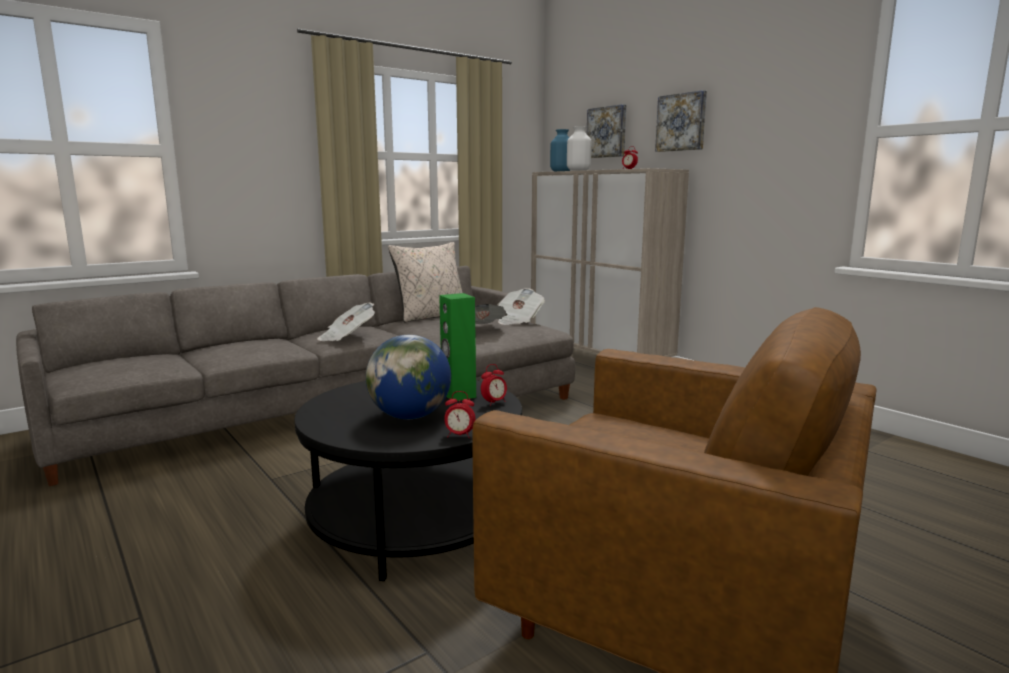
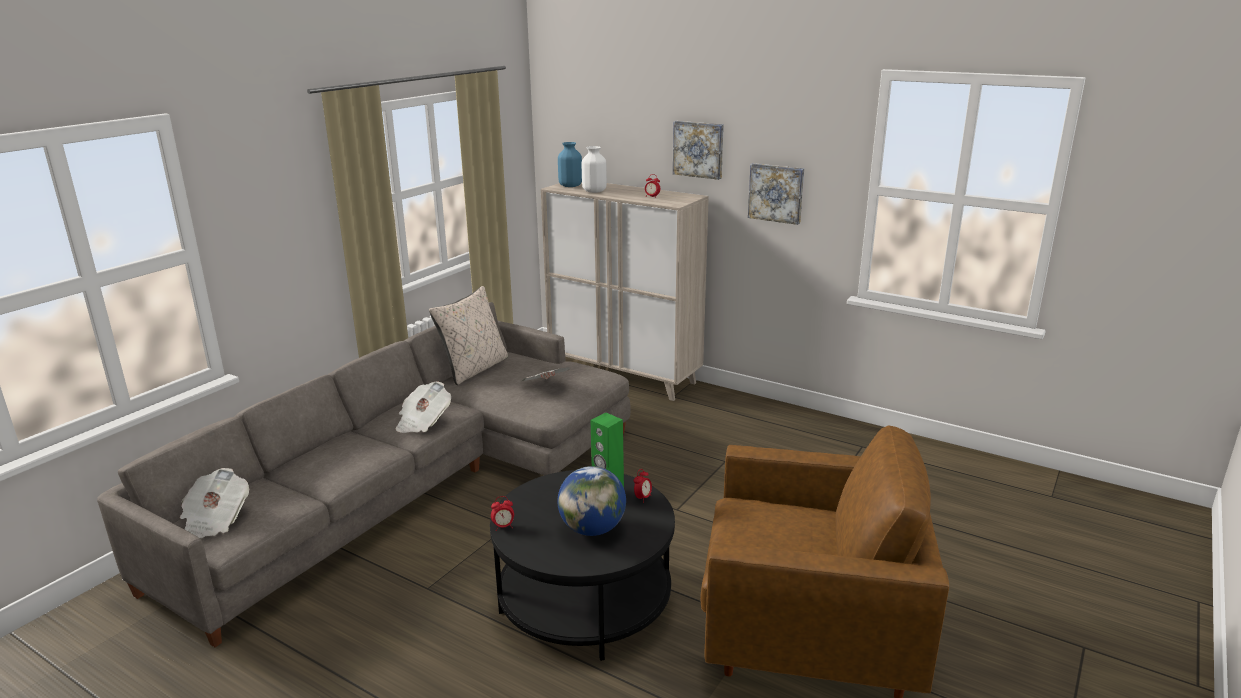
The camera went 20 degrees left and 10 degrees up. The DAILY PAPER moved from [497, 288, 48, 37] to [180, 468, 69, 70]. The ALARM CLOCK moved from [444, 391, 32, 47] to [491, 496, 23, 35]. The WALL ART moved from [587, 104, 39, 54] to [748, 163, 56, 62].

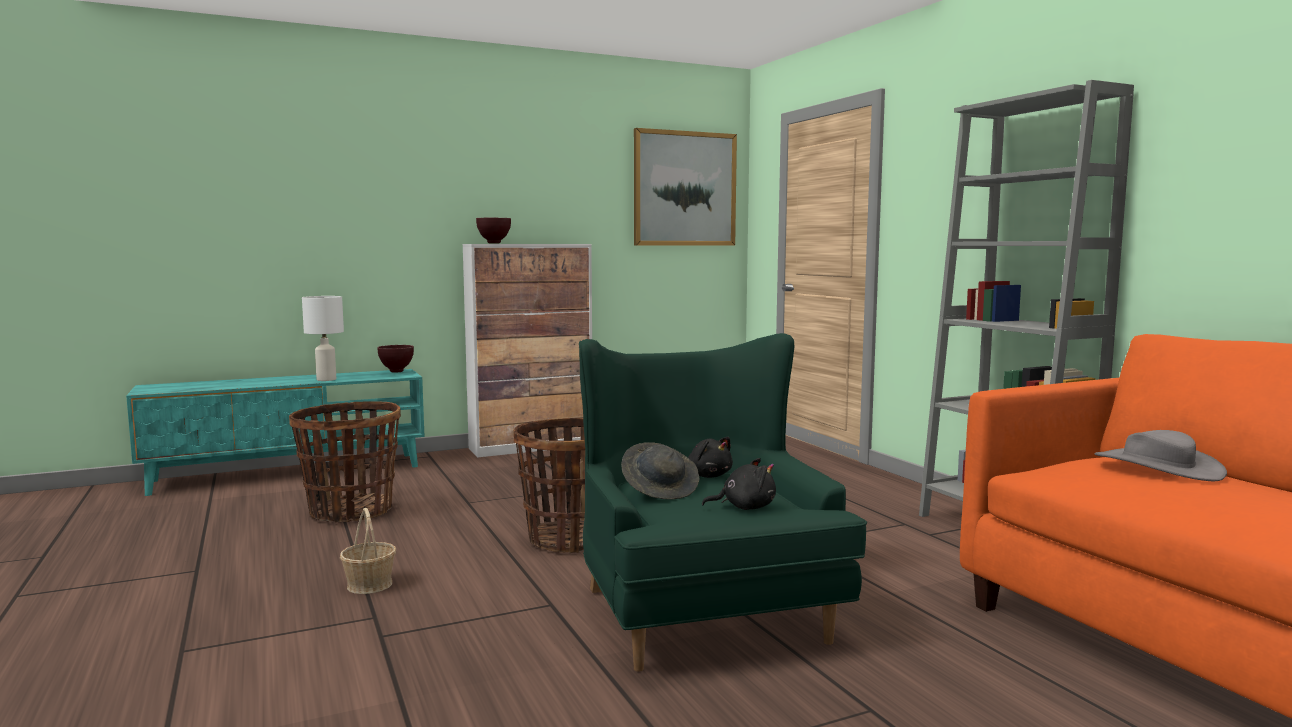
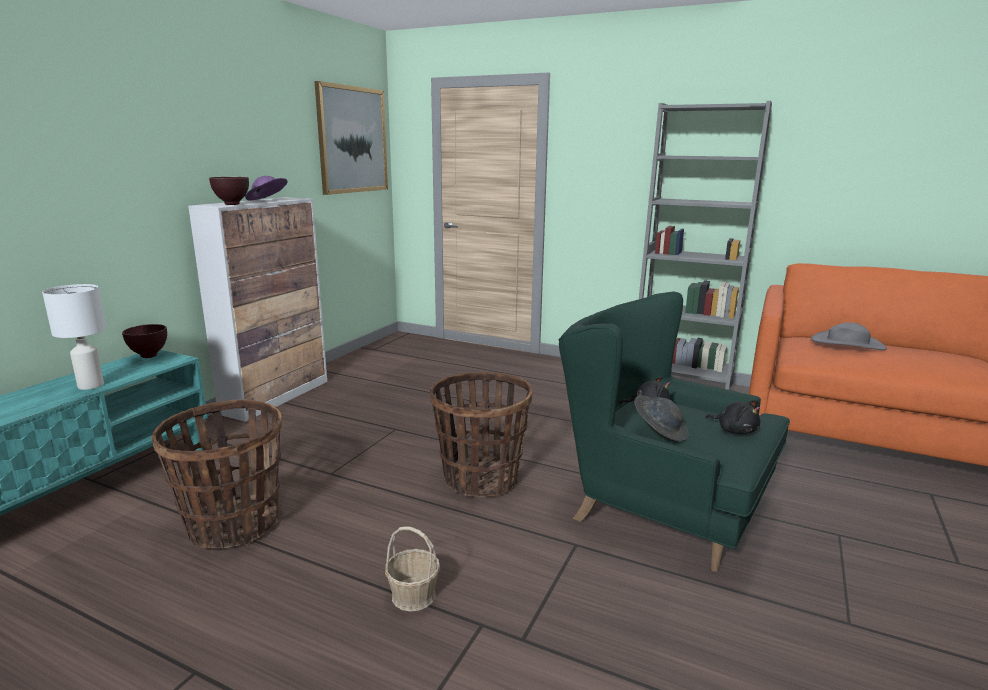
The camera went 40 degrees left and 10 degrees up. The PURPLISH HAT at [245, 176, 43, 25] appeared. The BLACKISH SOFT TOY at [702, 458, 74, 52] turned 90 degrees clockwise.

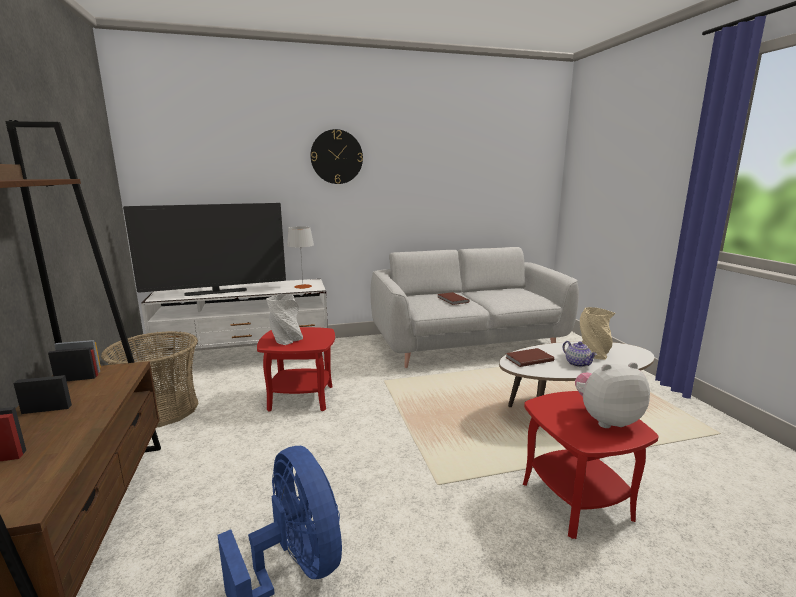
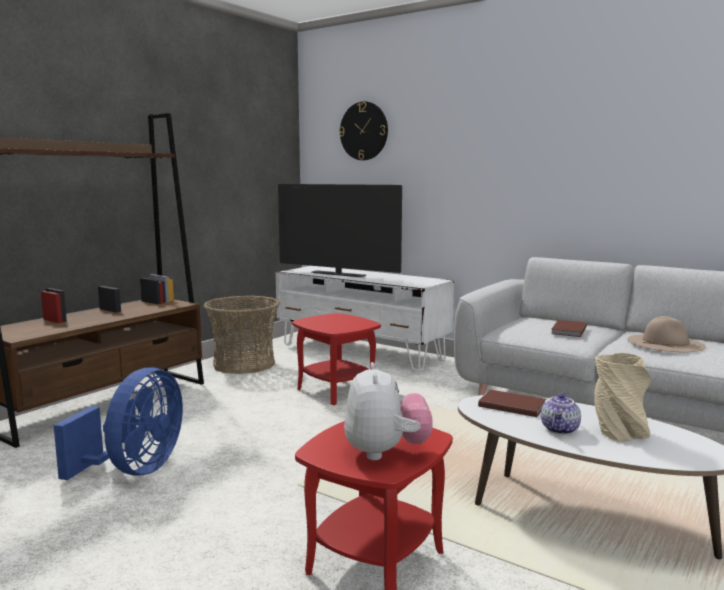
The camera went 50 degrees right and 5 degrees down. The WALL CLOCK moved from [310, 129, 53, 55] to [339, 101, 49, 59]. The SOFT TOY at [575, 362, 75, 66] turned 45 degrees clockwise. The BEIGE-COLOURED HAT at [627, 316, 79, 36] appeared. The GRAY VASE at [266, 294, 37, 51] disappeared. The GRAY TABLE LAMP at [287, 226, 27, 63] disappeared.

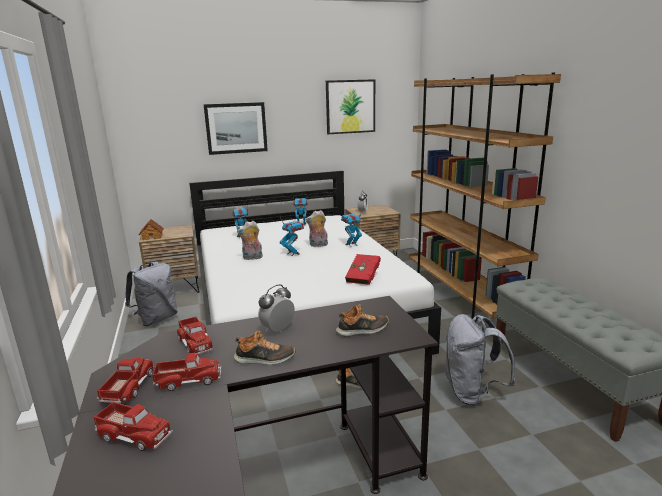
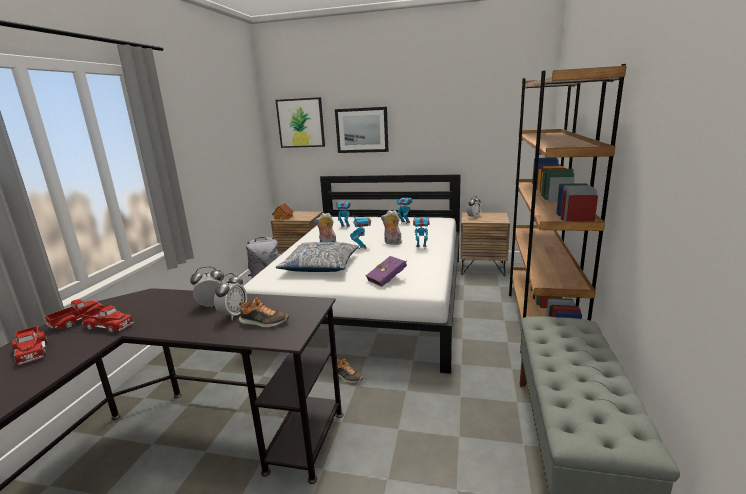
The camera went 30 degrees right and 0 degrees up. The ALARM CLOCK at [214, 273, 33, 47] appeared. The WALL ART moved from [326, 79, 49, 55] to [275, 97, 50, 51]. The PILLOW at [276, 242, 83, 30] appeared. The RED-COLOURED BOUND BOOK at [345, 254, 36, 31] became the PURPLISH BOUND BOOK at [366, 256, 41, 31]. The TOY TRUCK at [177, 317, 36, 37] disappeared. The LOW SHOE at [234, 331, 62, 34] disappeared. The GRAY RUCKSACK at [444, 314, 71, 92] disappeared.

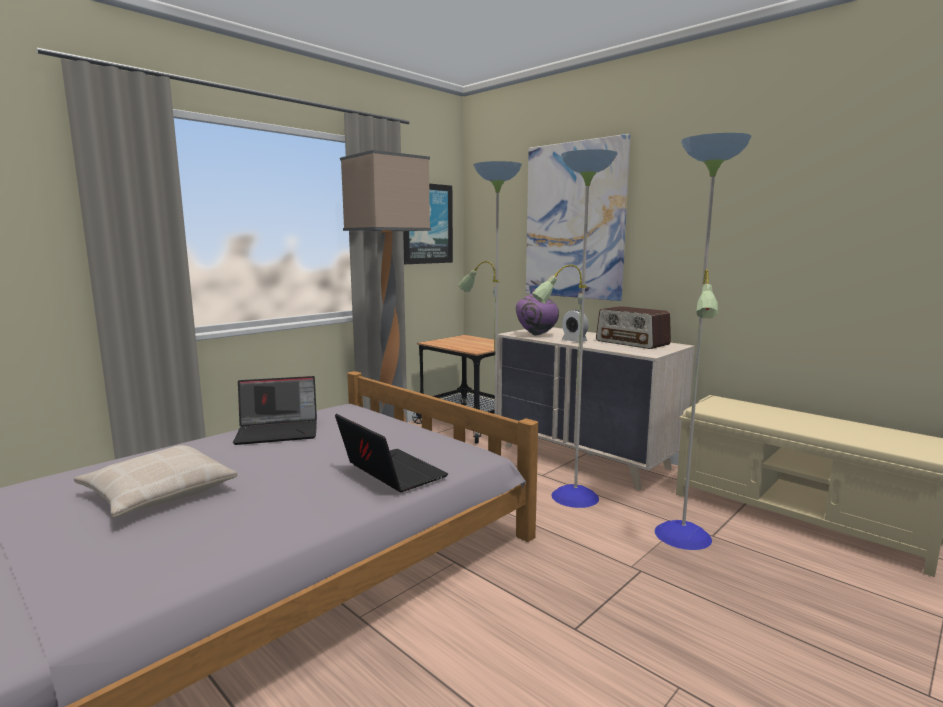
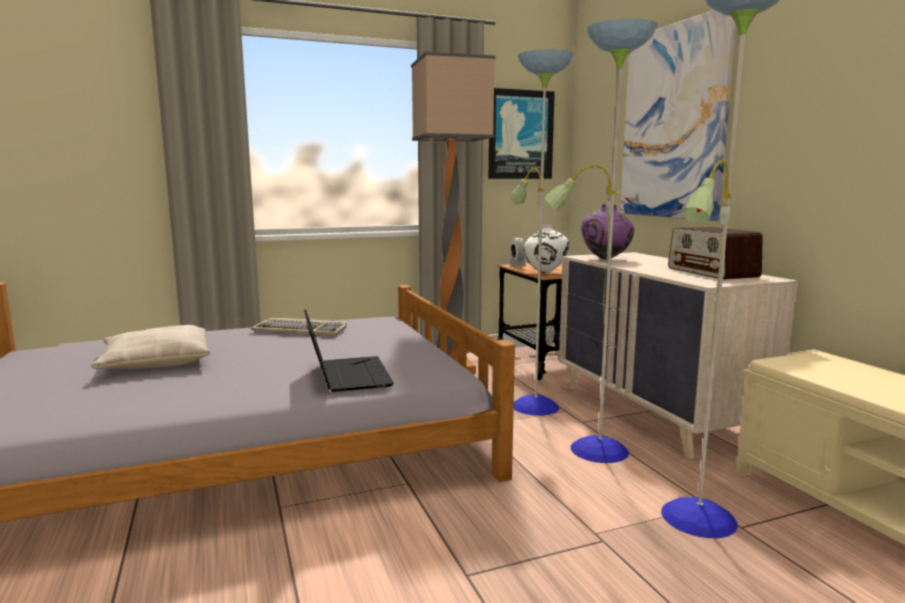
The camera went 25 degrees right and 0 degrees up. The PORTABLE COMPUTER at [233, 376, 84, 69] was replaced by the KEYBOARD at [251, 318, 96, 17]. The ALARM CLOCK moved from [562, 310, 26, 32] to [508, 238, 18, 29]. The WHITISH VASE at [524, 225, 45, 48] appeared.

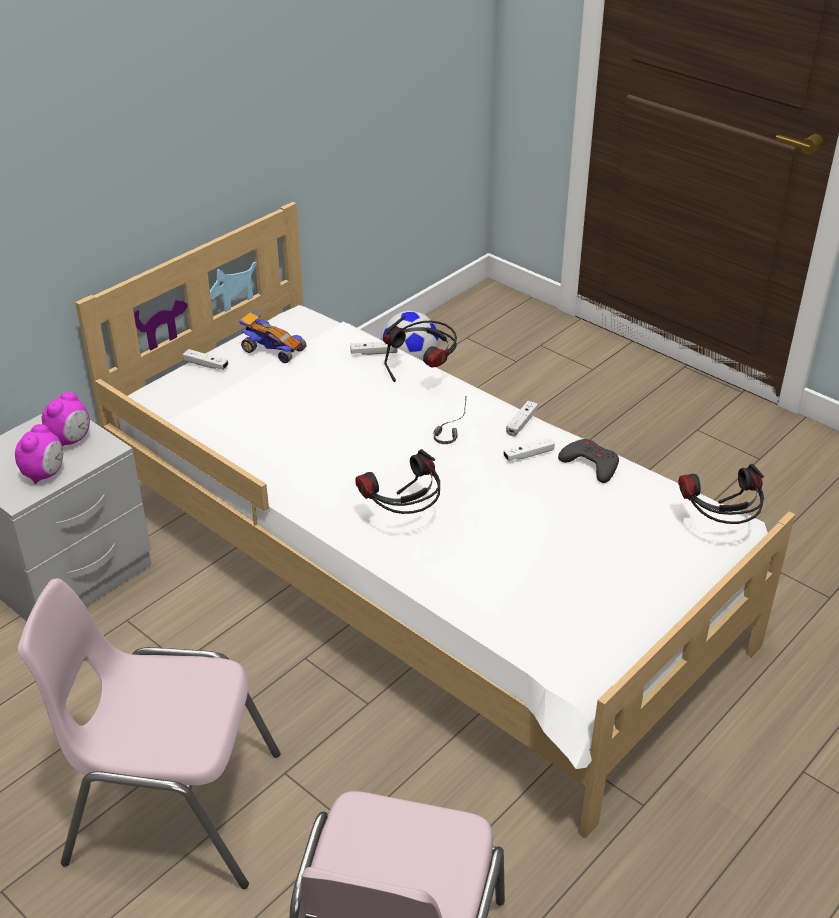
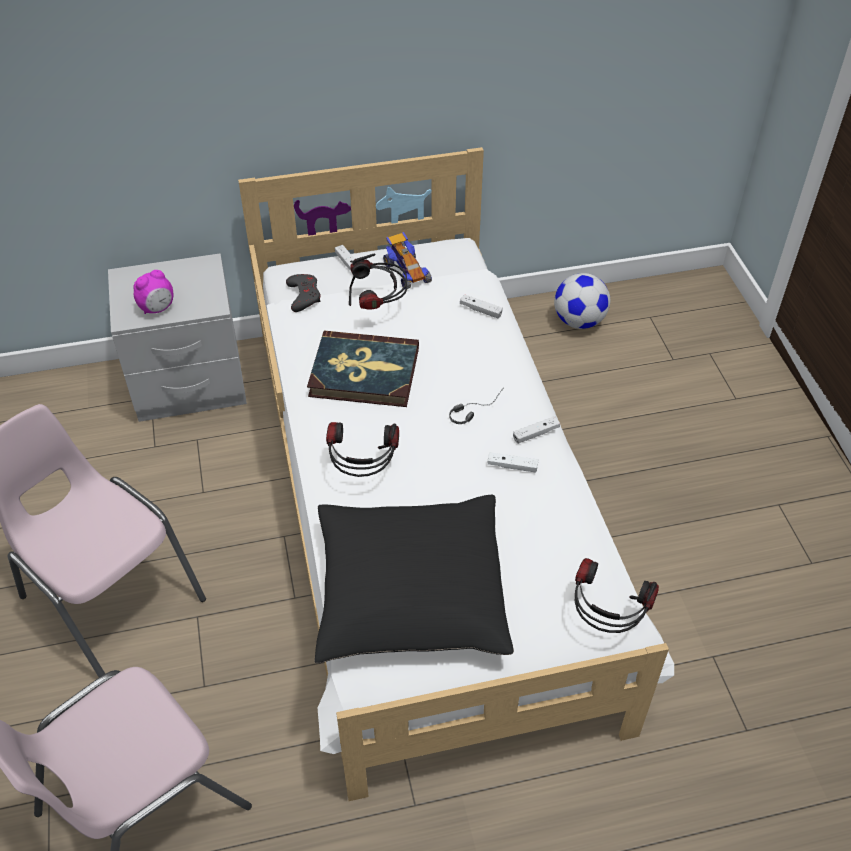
The camera went 35 degrees right and 10 degrees up. The GRAY GAME CONTROLLER moved from [558, 439, 61, 44] to [286, 274, 34, 38]. The BOUND BOOK at [307, 331, 112, 76] appeared. The BLACKISH PILLOW at [314, 495, 200, 168] appeared. The PAIR OF HEADPHONES moved from [384, 316, 73, 66] to [349, 254, 58, 56]. The ALARM CLOCK at [42, 392, 48, 54] disappeared.

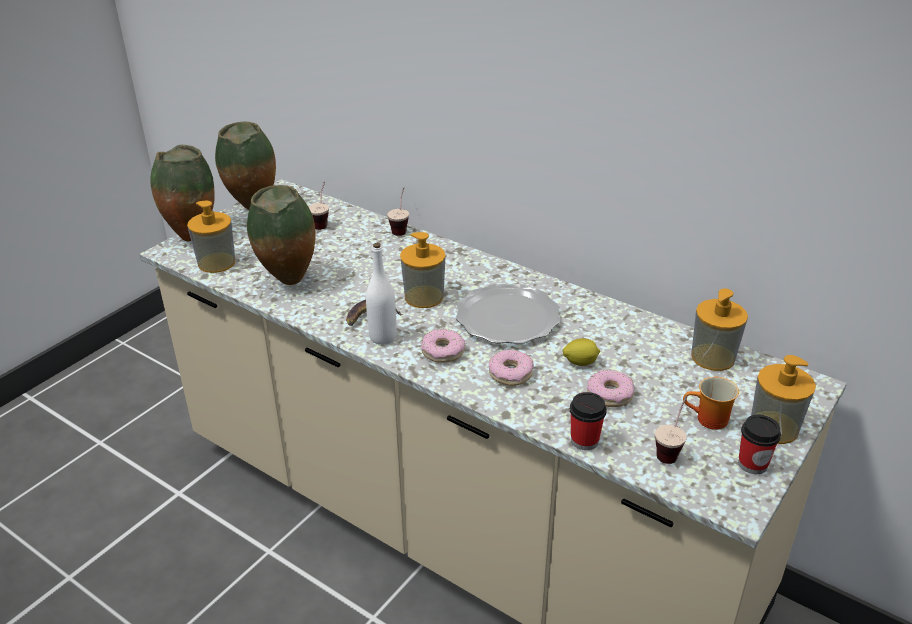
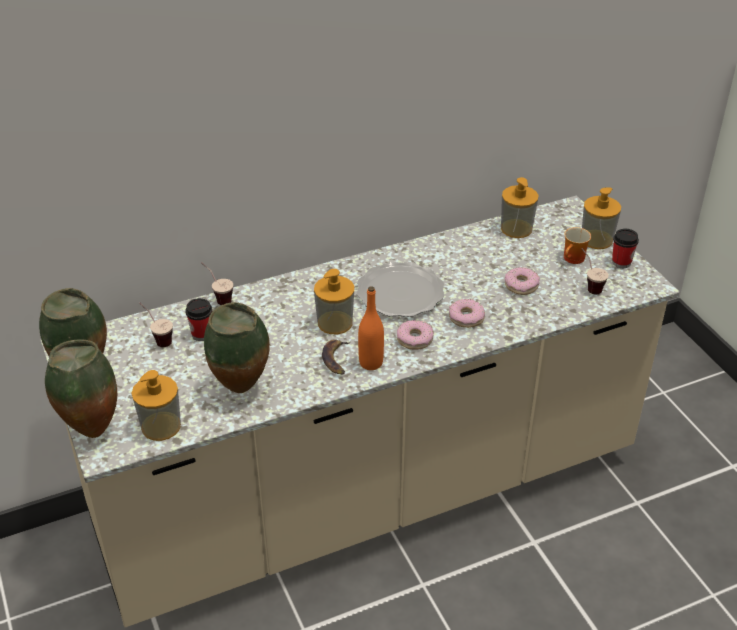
The camera went 60 degrees left and 5 degrees up. The CUP moved from [570, 392, 37, 58] to [185, 298, 28, 43]. The WHITISH BOTTLE at [366, 243, 30, 102] became the ORANGE-COLOURED BOTTLE at [358, 286, 26, 84]. The CITRUS FRUIT at [562, 338, 38, 28] disappeared.

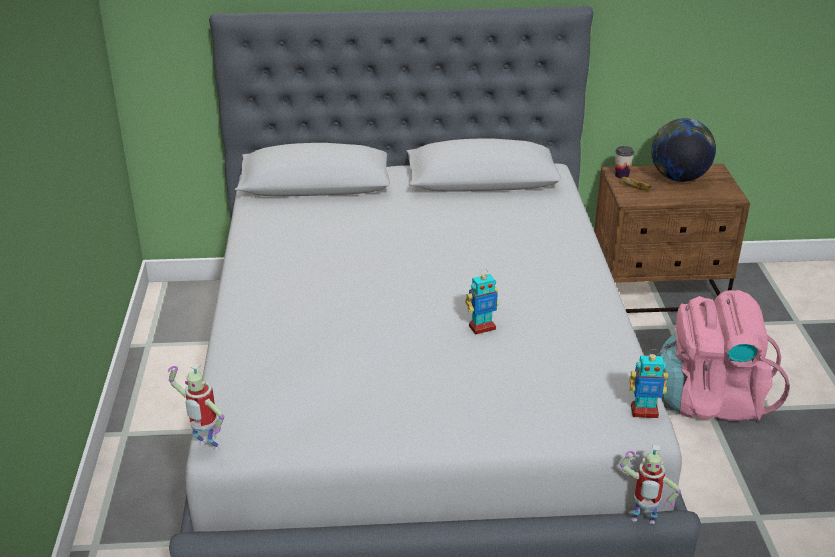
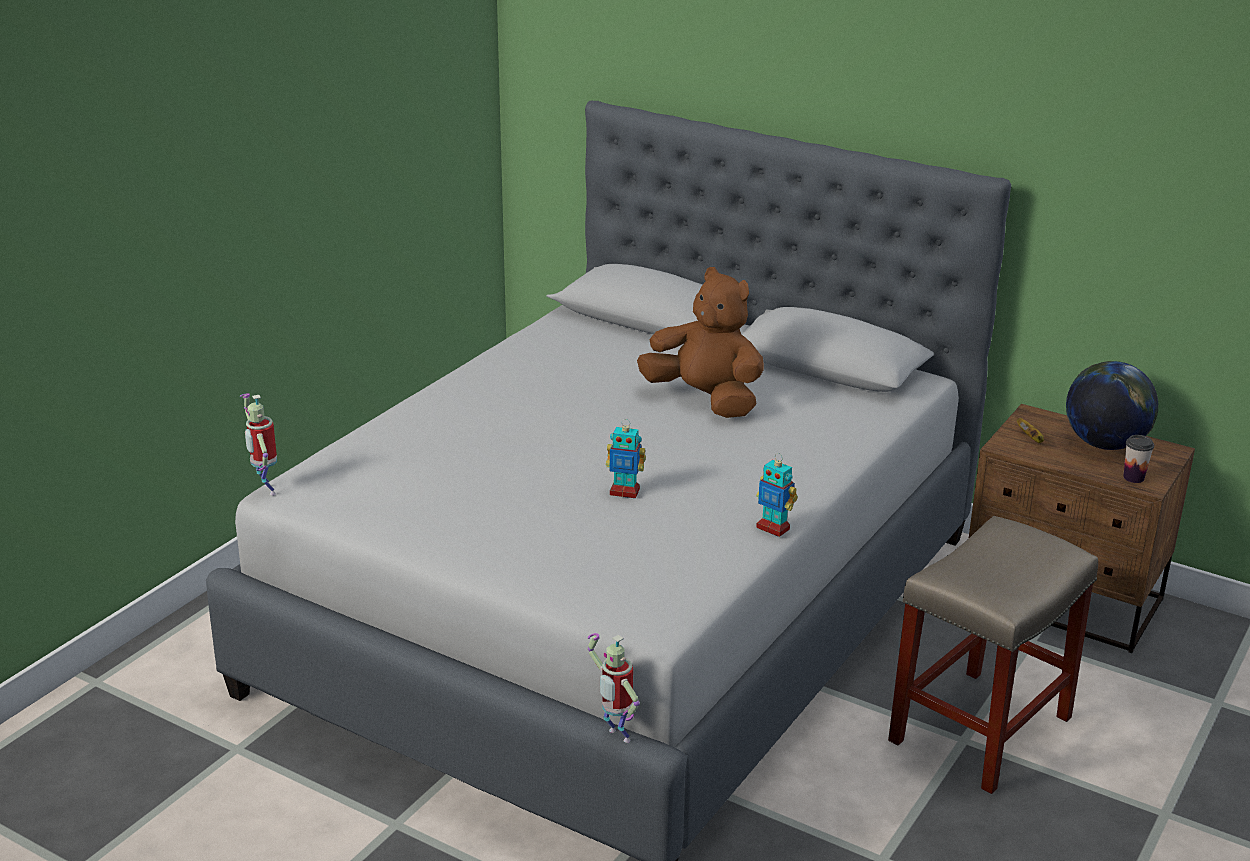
The camera went 35 degrees right and 5 degrees down. The BROWNISH SOFT TOY at [637, 267, 127, 151] appeared. The ROBOT FIGURE moved from [629, 349, 39, 69] to [756, 453, 42, 84]. The PINK RUCKSACK at [657, 290, 133, 131] was replaced by the BEIGE-COLOURED STOOL at [888, 516, 210, 278]. The CUP moved from [615, 146, 19, 33] to [1123, 435, 31, 48].

